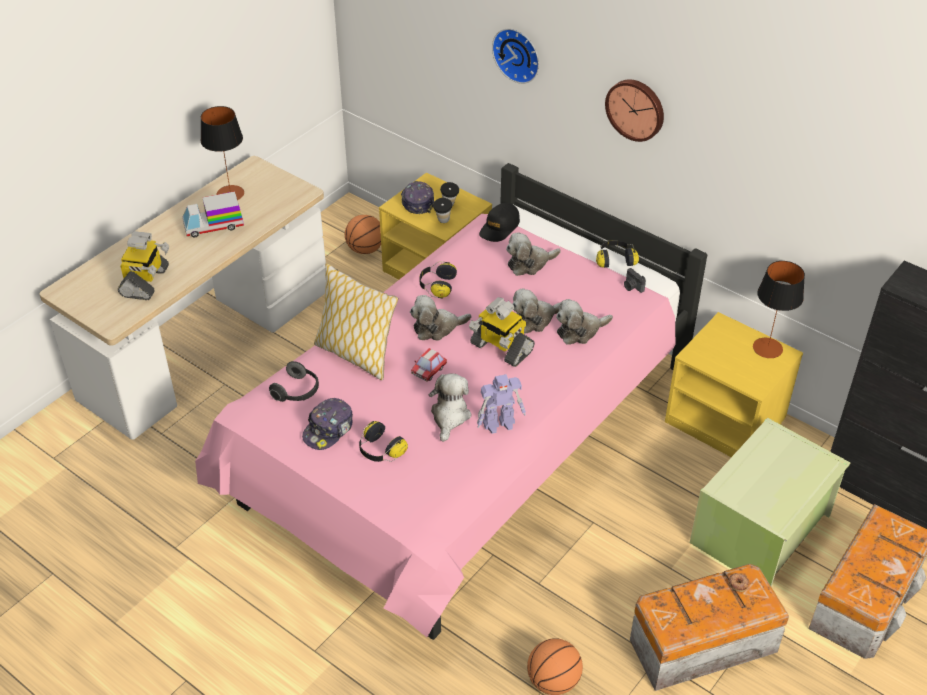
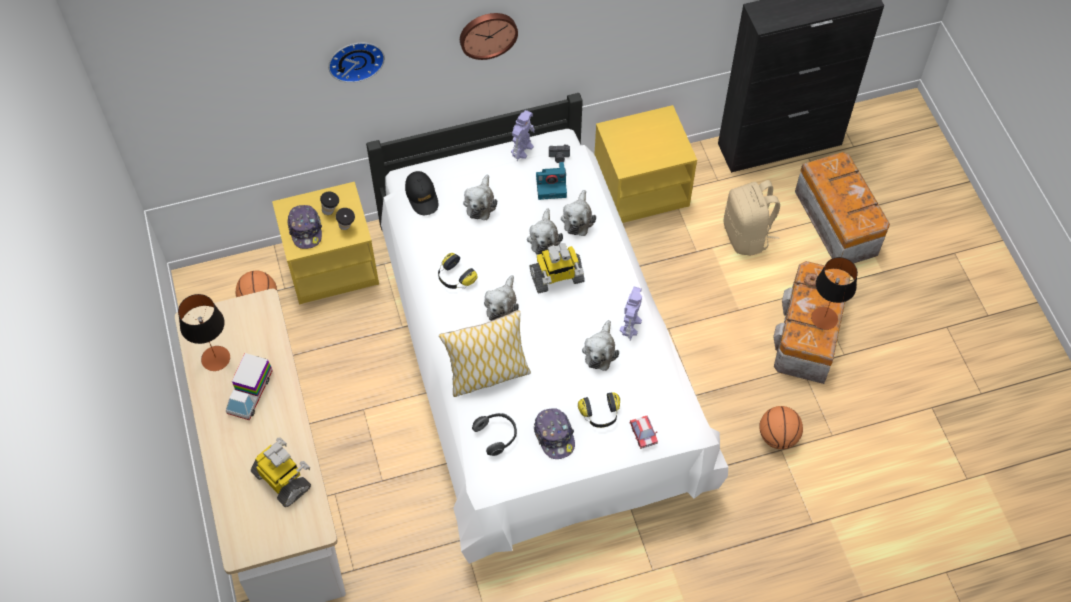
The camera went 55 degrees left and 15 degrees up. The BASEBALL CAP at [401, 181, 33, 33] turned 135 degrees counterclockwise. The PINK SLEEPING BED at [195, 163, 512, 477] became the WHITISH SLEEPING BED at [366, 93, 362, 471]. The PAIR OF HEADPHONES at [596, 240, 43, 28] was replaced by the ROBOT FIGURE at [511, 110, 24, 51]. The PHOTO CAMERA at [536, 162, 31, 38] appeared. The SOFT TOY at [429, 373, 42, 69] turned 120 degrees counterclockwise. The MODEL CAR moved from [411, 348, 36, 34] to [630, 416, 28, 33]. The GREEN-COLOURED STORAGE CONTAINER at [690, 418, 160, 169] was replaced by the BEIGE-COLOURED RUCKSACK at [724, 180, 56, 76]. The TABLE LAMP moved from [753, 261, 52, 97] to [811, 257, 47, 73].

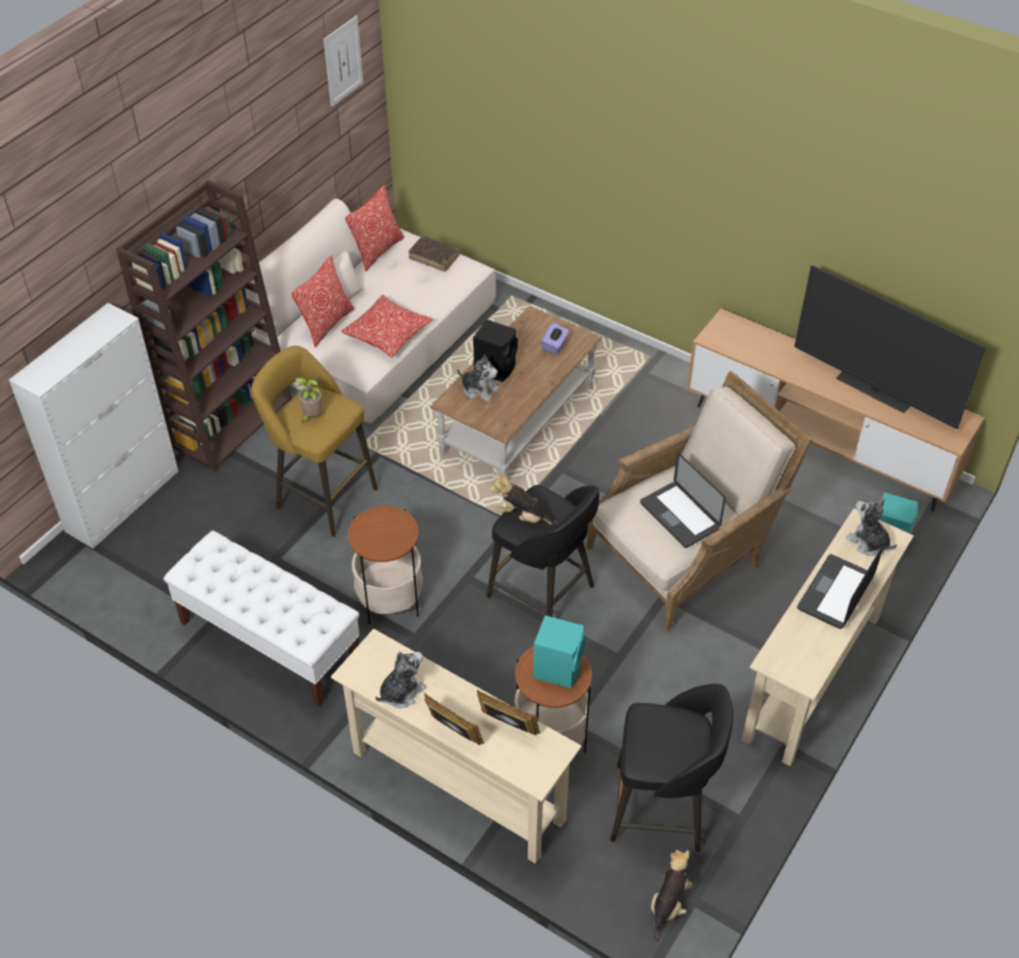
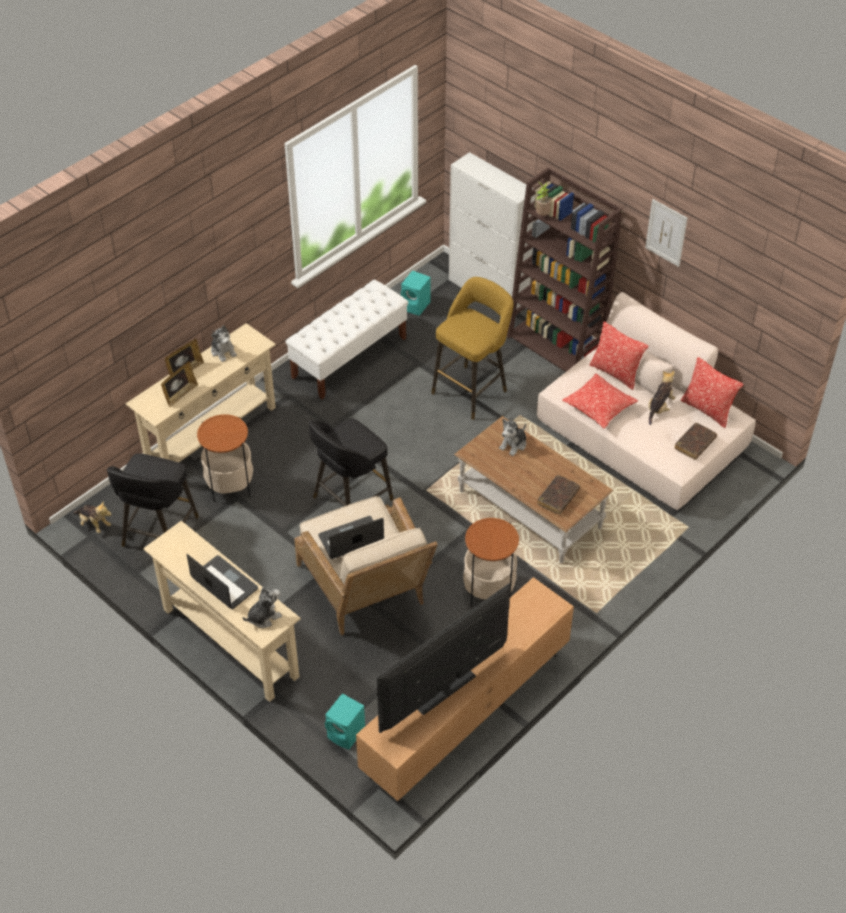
The camera went 100 degrees right and 0 degrees up. The BLUE-GREEN SPEAKER moved from [533, 615, 53, 73] to [401, 270, 30, 46]. The SIDE TABLE moved from [348, 506, 74, 119] to [463, 518, 56, 89]. The POTTED PLANT moved from [295, 378, 27, 45] to [536, 181, 16, 35]. The PURPLISH TISSUE BOX at [541, 322, 28, 33] was replaced by the BROWNISH BOUND BOOK at [537, 475, 43, 40]. The WALL ART moved from [324, 16, 39, 91] to [645, 199, 43, 68]. The SOFT TOY moved from [489, 472, 70, 54] to [648, 371, 27, 54]. The BLACKISH SPEAKER at [473, 320, 45, 62] disappeared.

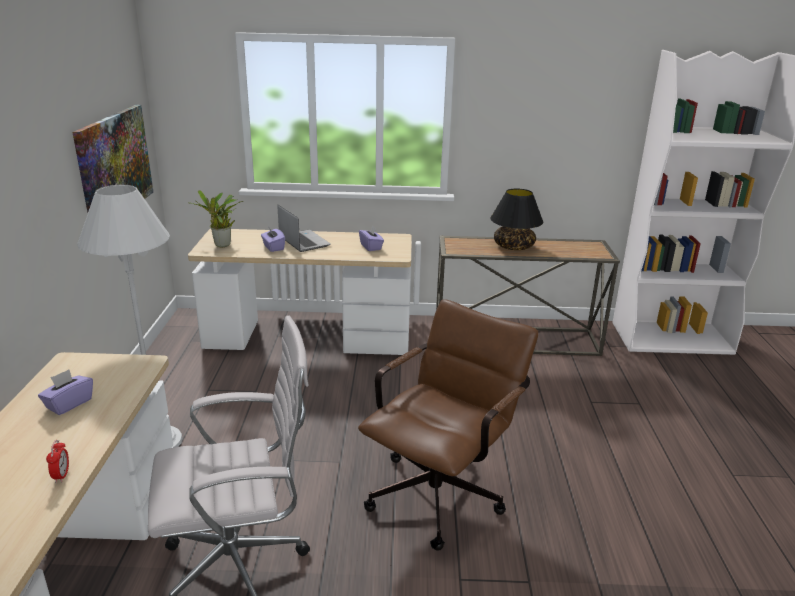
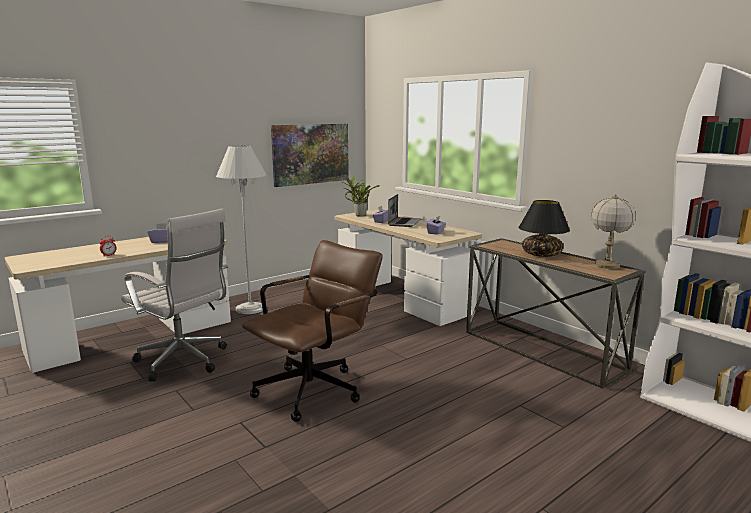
The camera went 50 degrees right and 10 degrees down. The BROWNISH COMPUTER CHAIR at [358, 299, 181, 252] turned 45 degrees counterclockwise. The TABLE LAMP at [591, 194, 44, 75] appeared.

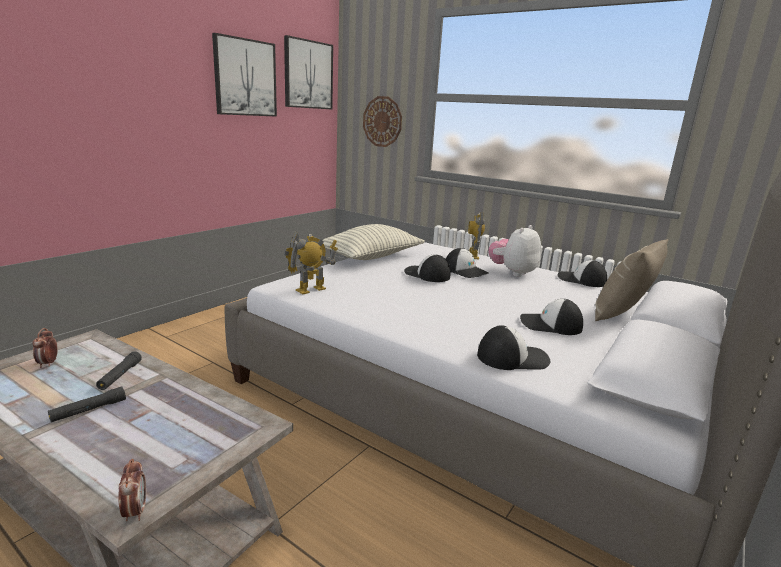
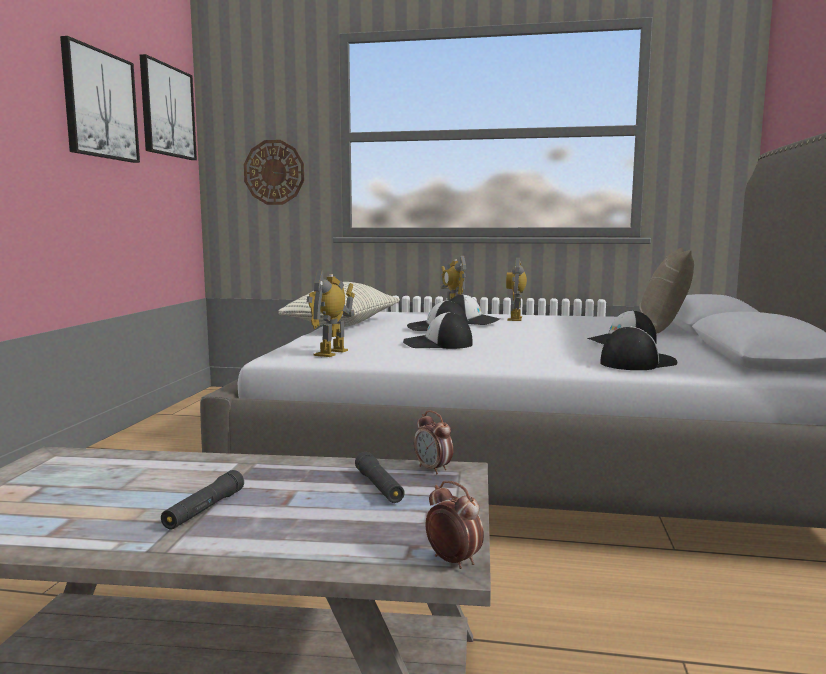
The camera went 25 degrees left and 10 degrees down. The BLACKISH HAND TORCH moved from [96, 351, 46, 39] to [355, 452, 50, 51]. The BASEBALL CAP moved from [557, 260, 50, 27] to [403, 312, 70, 37]. The ALARM CLOCK moved from [32, 328, 26, 40] to [414, 411, 39, 63]. The SOFT TOY at [489, 225, 52, 52] was replaced by the ROBOT FIGURE at [506, 258, 21, 63].

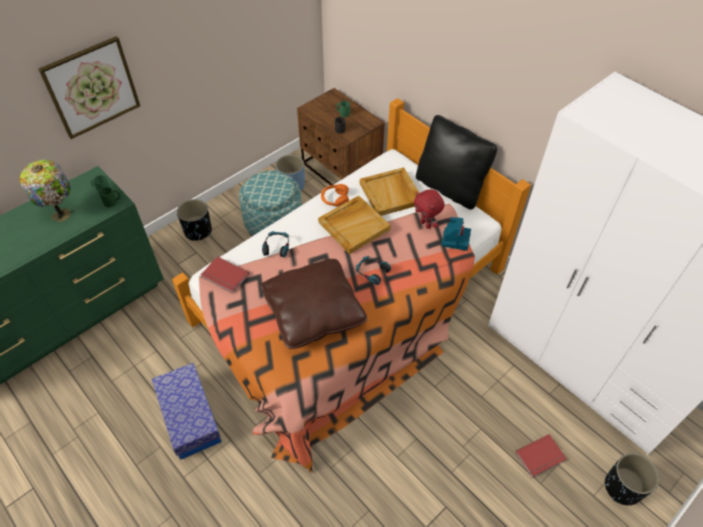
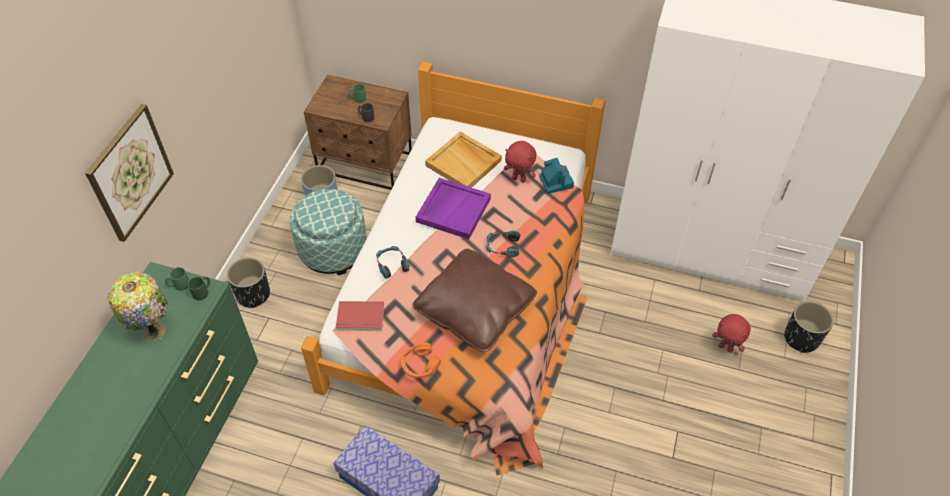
The camera went 30 degrees left and 0 degrees up. The ORANGE-COLOURED PAIR OF HEADPHONES moved from [321, 184, 28, 23] to [401, 342, 40, 36]. The BEIGE-COLOURED CARRYING TRAY at [318, 196, 73, 58] became the PURPLISH CARRYING TRAY at [416, 178, 75, 61]. The RED-COLOURED BOUND BOOK at [515, 434, 52, 44] was replaced by the RED-COLOURED SOFT TOY at [712, 314, 39, 39]. The BLACKISH PILLOW at [416, 115, 81, 95] disappeared.

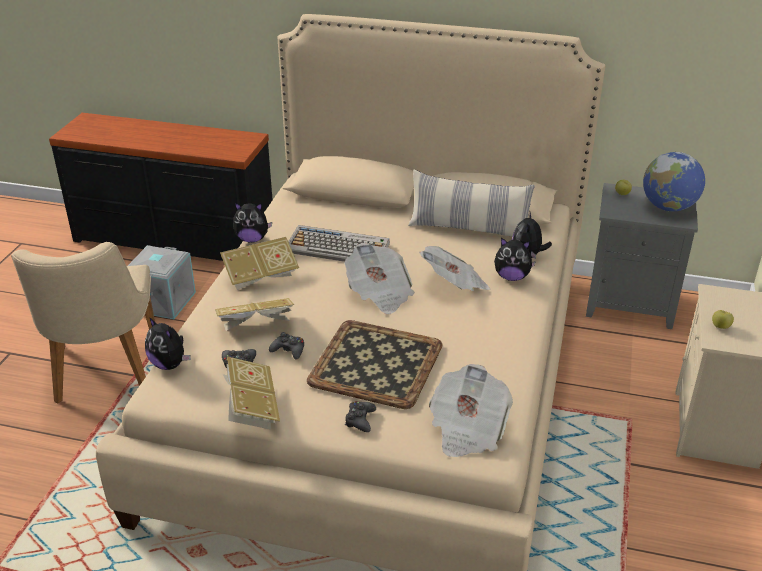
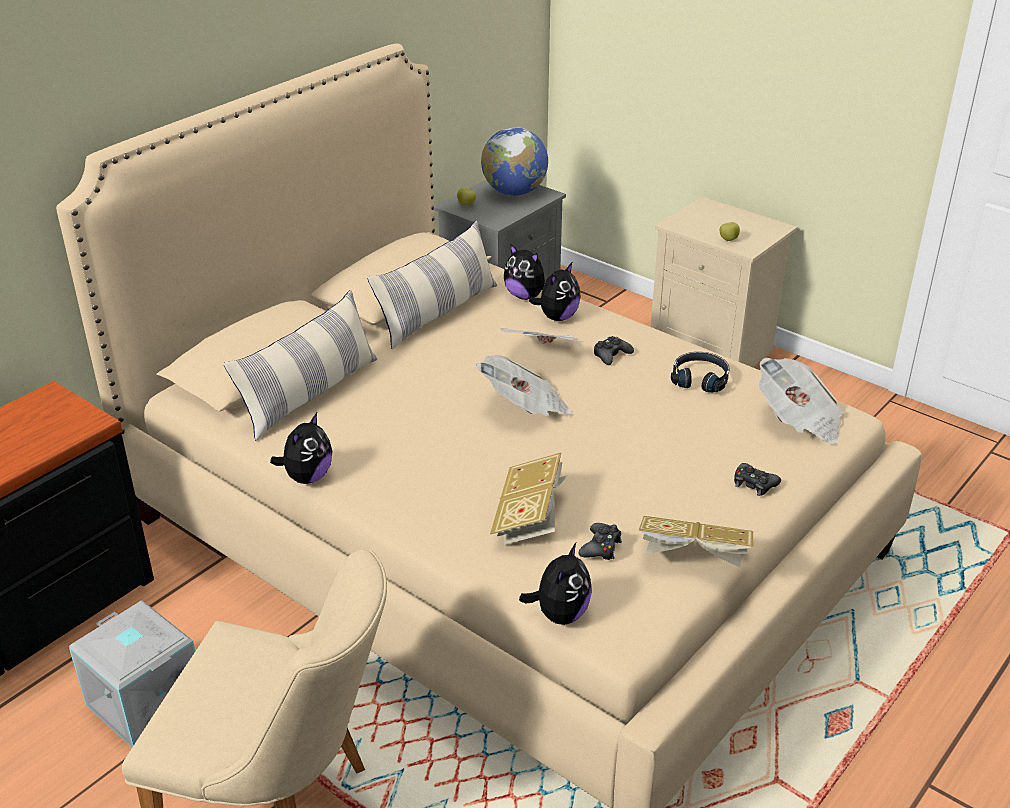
The camera went 65 degrees left and 0 degrees up. The PILLOW at [223, 290, 154, 151] appeared. The SOFT TOY at [145, 317, 46, 53] turned 45 degrees counterclockwise. The BLACKISH GAME CONTROLLER moved from [269, 332, 35, 28] to [594, 336, 40, 29]. The BLACKISH PAIR OF HEADPHONES at [671, 352, 59, 41] appeared. The BOUND BOOK at [220, 237, 79, 53] disappeared. The KEYBOARD at [288, 225, 102, 37] disappeared. The CARRYING TRAY at [307, 320, 136, 89] disappeared.

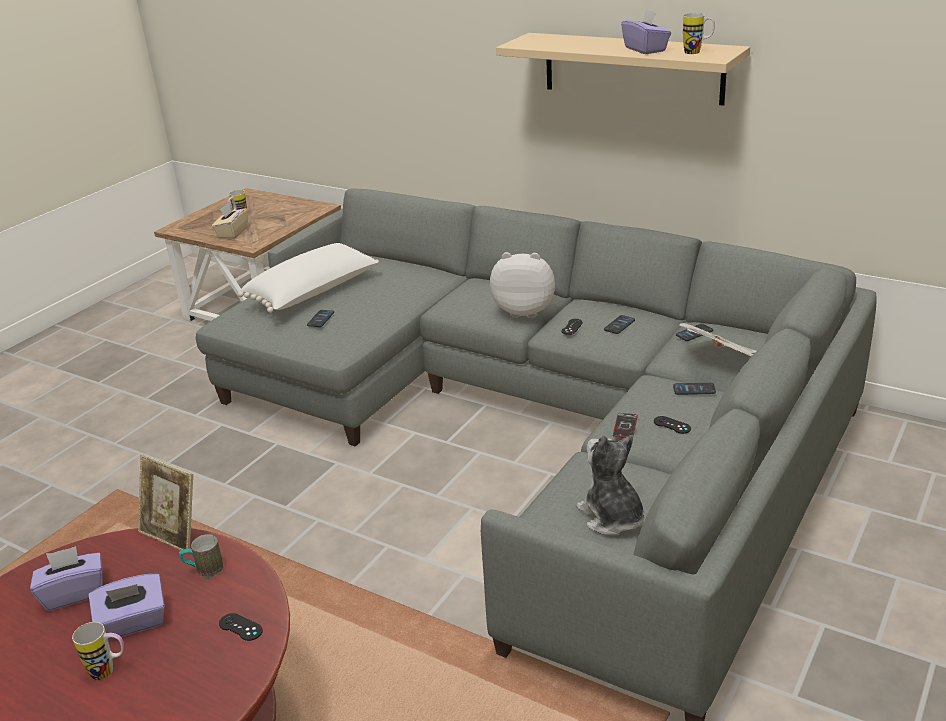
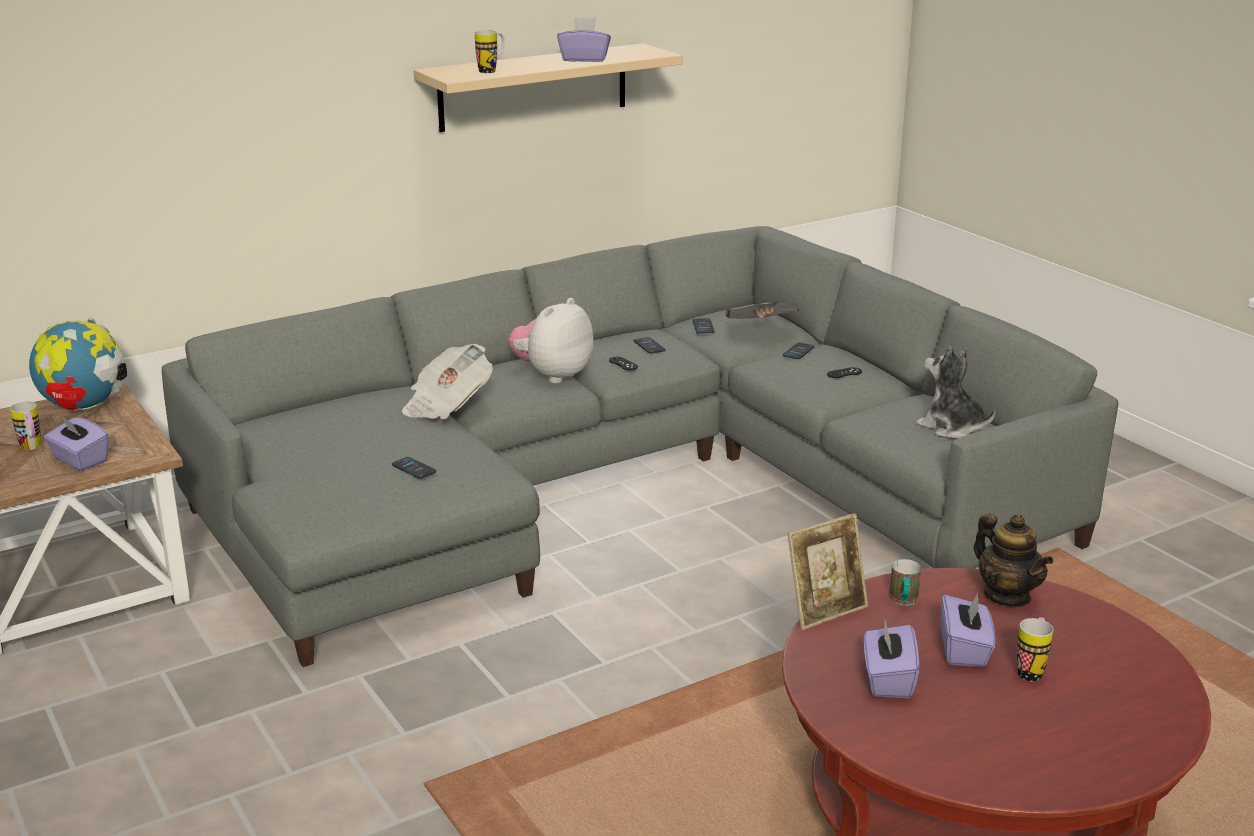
The camera went 65 degrees left and 5 degrees down. The GLOBE at [29, 318, 98, 93] appeared. The BEIGE-COLOURED TISSUE BOX at [212, 203, 36, 36] became the PURPLISH TISSUE BOX at [44, 415, 65, 56]. The DAILY PAPER at [402, 344, 91, 75] appeared. The MUG moved from [683, 13, 32, 41] to [475, 30, 30, 43]. The SOFT TOY at [576, 435, 68, 101] turned 45 degrees clockwise. The BLACKISH GAME CONTROLLER at [219, 613, 44, 28] was replaced by the POT FOR TEA at [974, 514, 79, 93]. The WHITISH PILLOW at [238, 243, 141, 70] disappeared. The PHONE at [613, 413, 25, 25] disappeared.

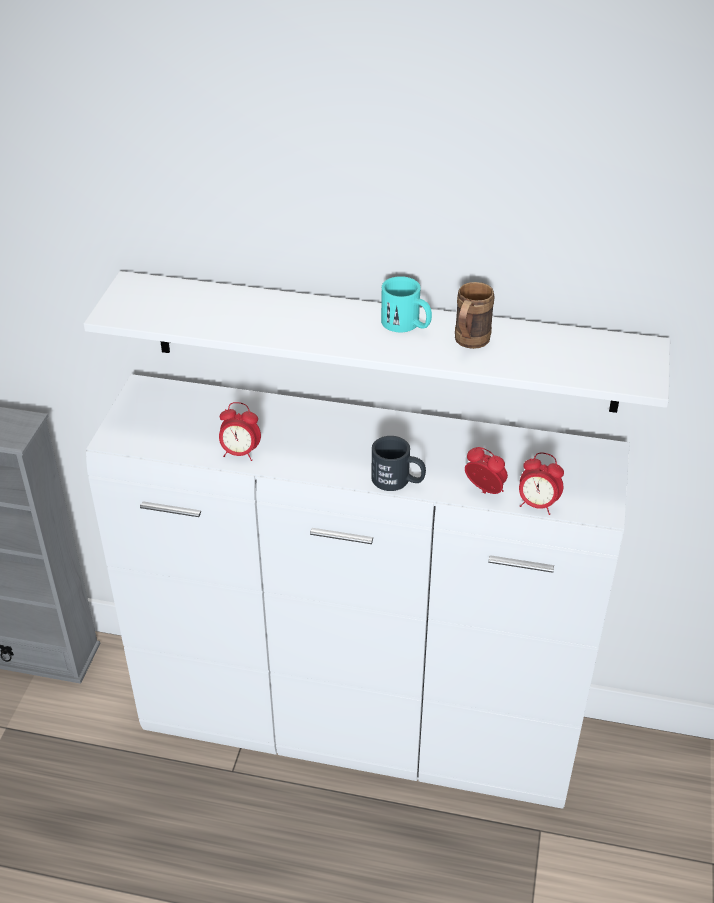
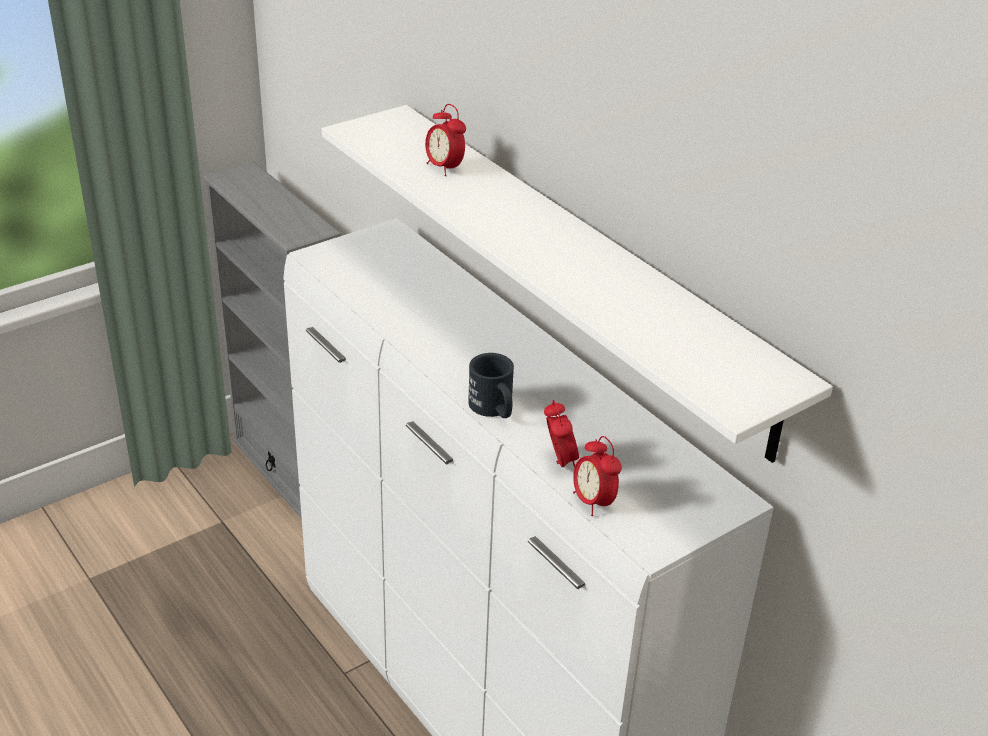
The camera went 40 degrees right and 5 degrees down. The ALARM CLOCK moved from [219, 402, 42, 59] to [425, 104, 41, 72]. The BLUE-GREEN MUG at [381, 276, 51, 56] disappeared. The BROWNISH MUG at [455, 282, 40, 67] disappeared.

